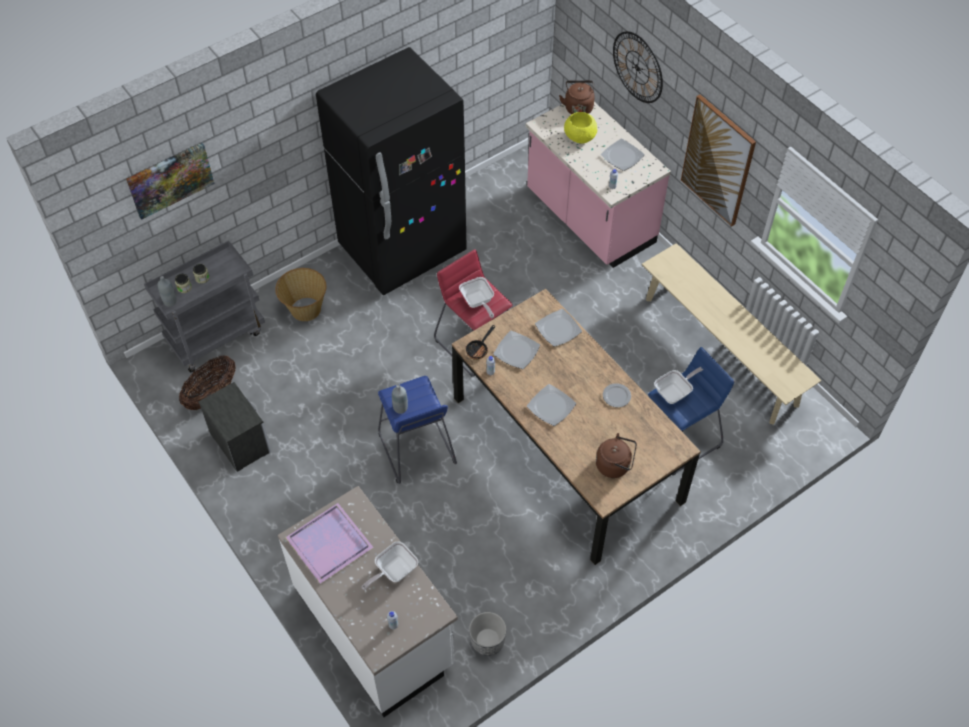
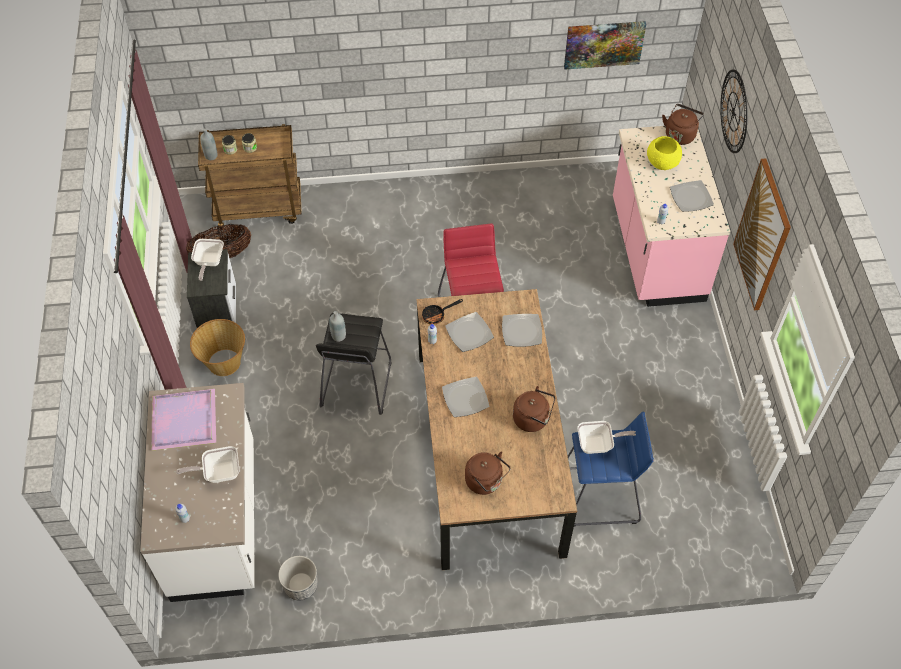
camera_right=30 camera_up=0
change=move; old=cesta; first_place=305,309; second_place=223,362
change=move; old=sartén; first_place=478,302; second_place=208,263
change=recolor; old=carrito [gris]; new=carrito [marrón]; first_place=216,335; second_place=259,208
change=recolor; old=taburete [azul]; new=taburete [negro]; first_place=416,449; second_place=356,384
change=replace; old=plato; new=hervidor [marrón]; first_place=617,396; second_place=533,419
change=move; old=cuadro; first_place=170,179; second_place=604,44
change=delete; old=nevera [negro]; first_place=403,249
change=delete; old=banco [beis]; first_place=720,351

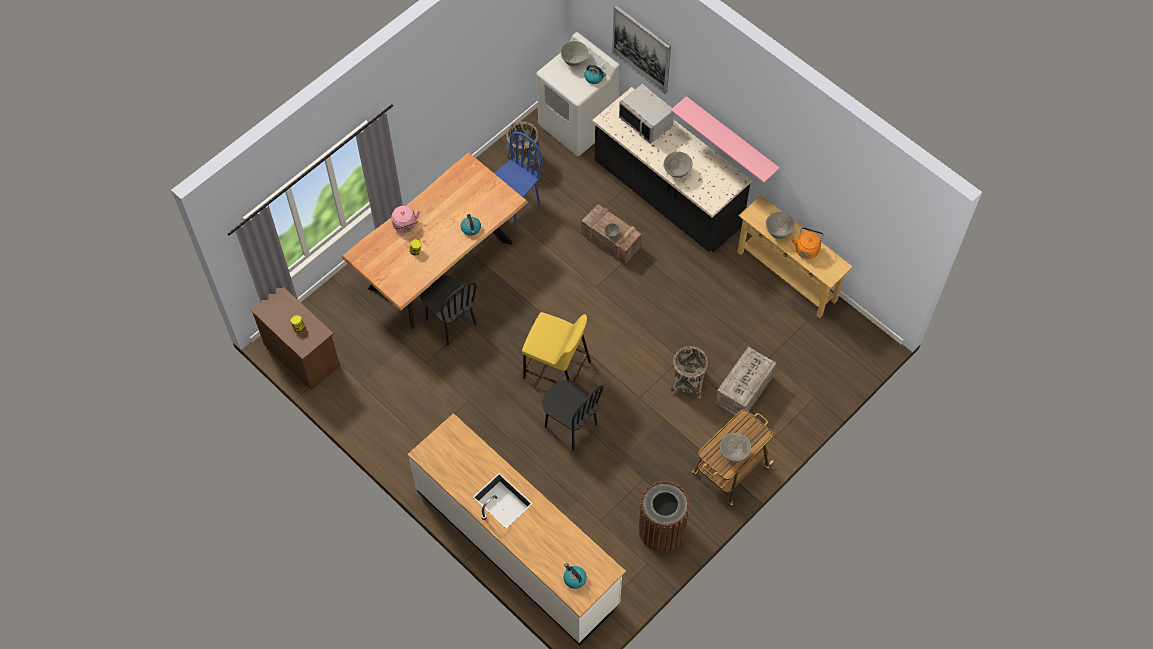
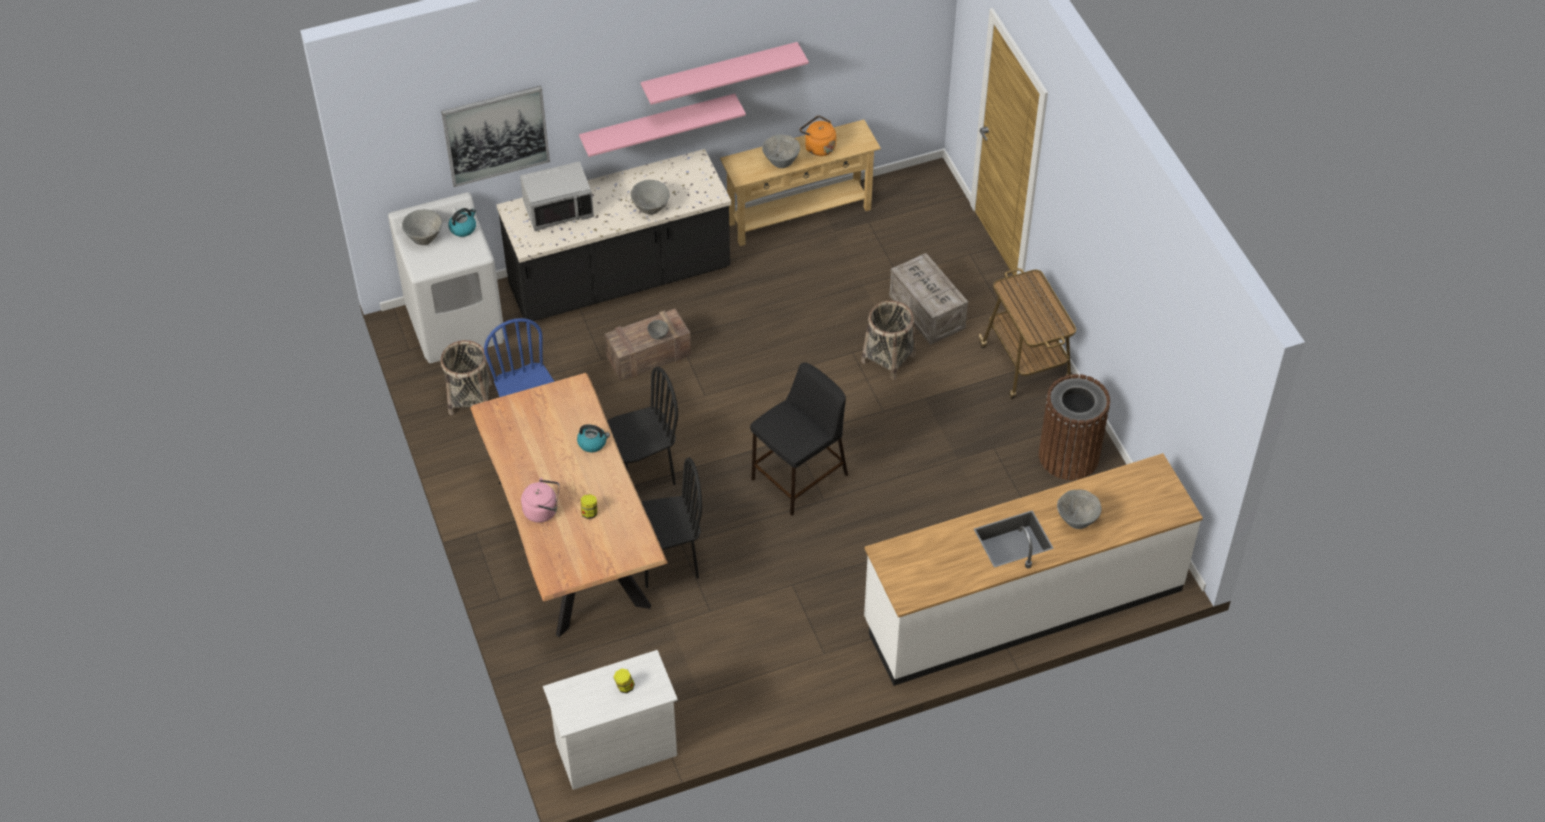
camera_right=-65 camera_up=-10
change=recolor; old=cómoda [marrón]; new=cómoda [blanco]; first_place=301,355; second_place=615,749
change=move; old=silla [negro]; first_place=570,426; second_place=642,474
change=insert; new=estante [rosa]; second_place=719,73
change=recolor; old=taburete [amarillo]; new=taburete [negro]; first_place=556,369; second_place=799,478
change=move; old=cuenco [gris]; first_place=733,453; second_place=1076,521
change=delete; old=hervidor; first_place=574,578

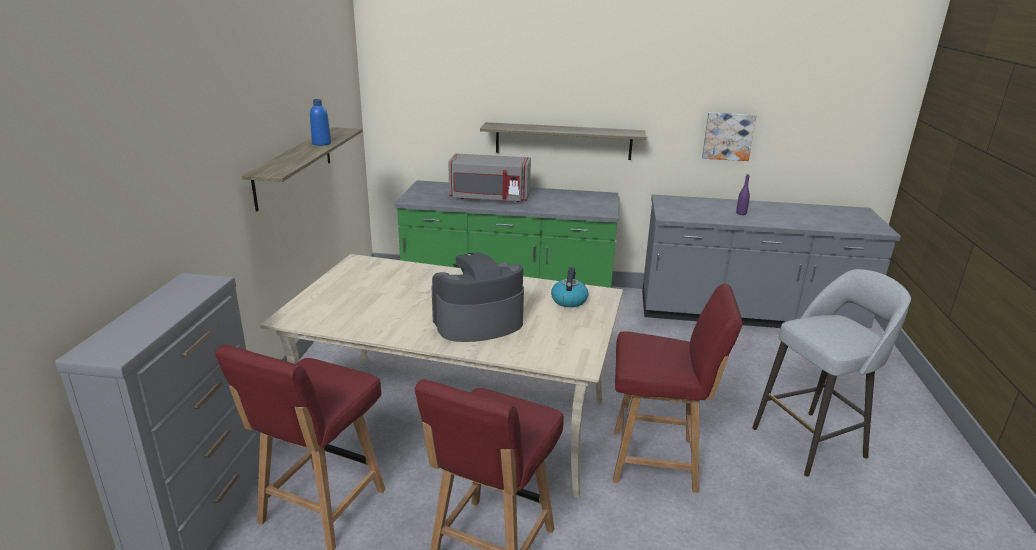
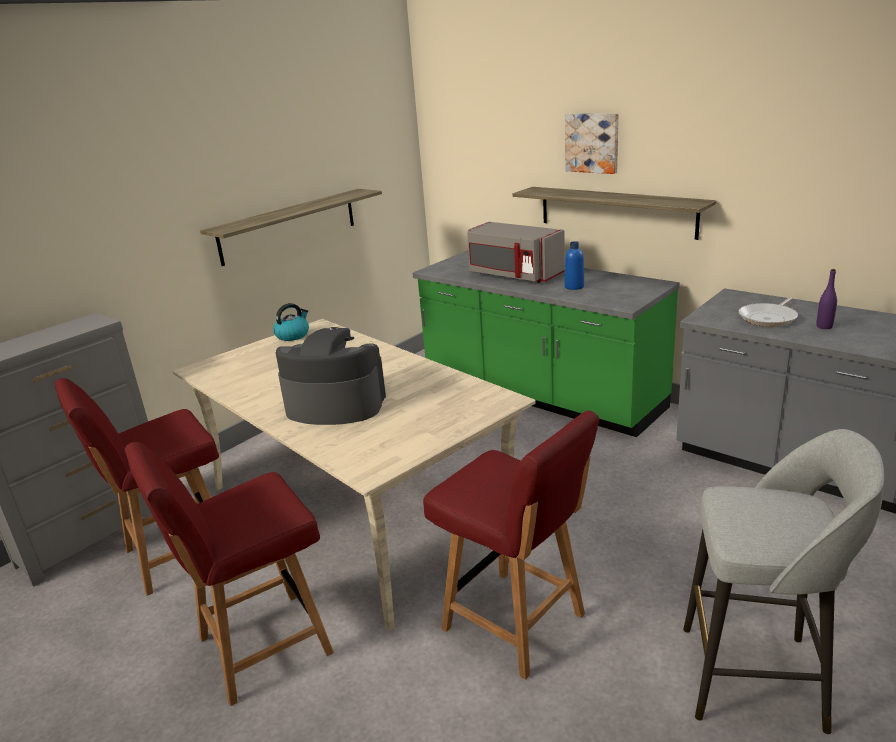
camera_right=35 camera_up=0
change=move; old=hervidor; first_place=569,300; second_place=293,335
change=move; old=botella [azul]; first_place=321,143; second_place=574,287
change=move; old=cuadro; first_place=728,136; second_place=592,142
change=insert; new=sartén; second_place=769,318

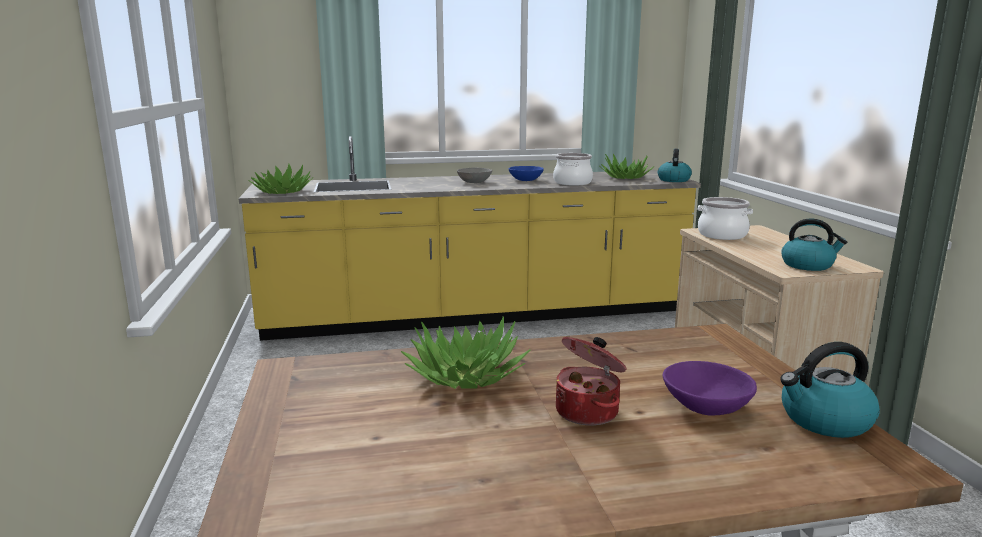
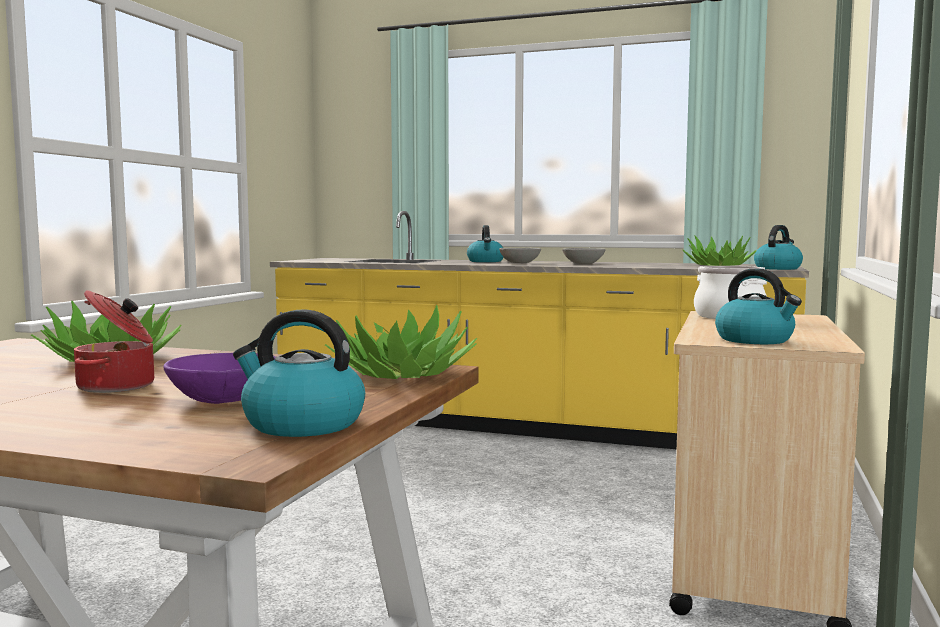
camera_right=30 camera_up=-10
change=move; old=planta en maceta; first_place=282,192; second_place=401,373
change=insert; new=hervidor; second_place=486,261
change=recolor; old=cuenco [azul]; new=cuenco [gris]; first_place=525,180; second_place=583,263
change=delete; old=olla; first_place=572,183

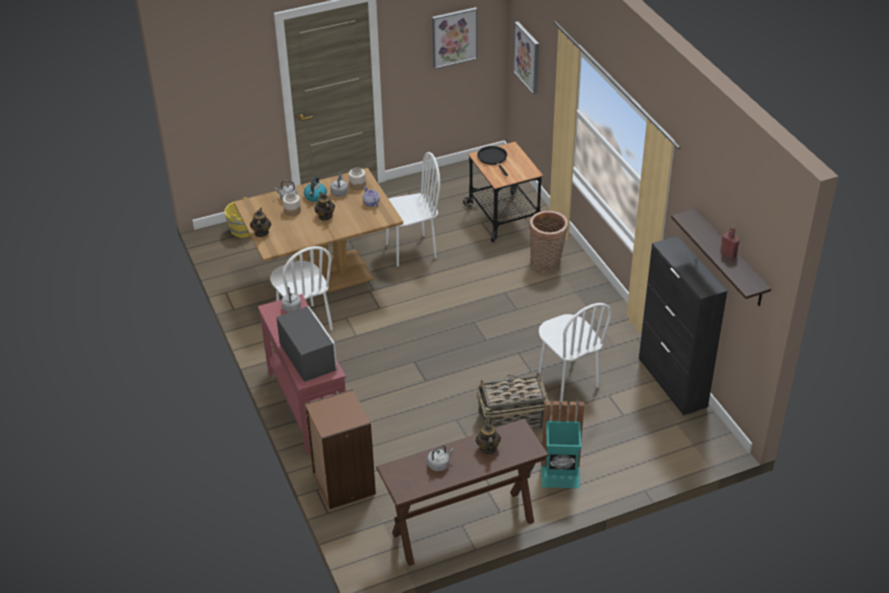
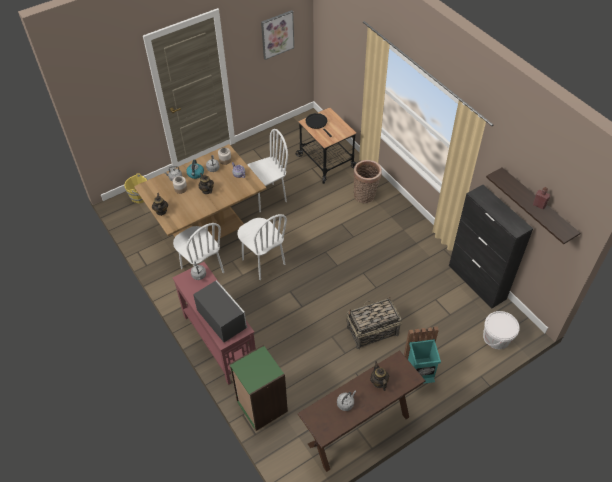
camera_right=-10 camera_up=10
change=recolor; old=estantería [marrón]; new=estantería [verde]; first_place=343,484; second_place=261,406
change=move; old=silla [blanco]; first_place=568,380; second_place=263,262
change=insert; new=cubo [blanco]; second_place=497,338
change=delete; old=cuadro; first_place=527,57

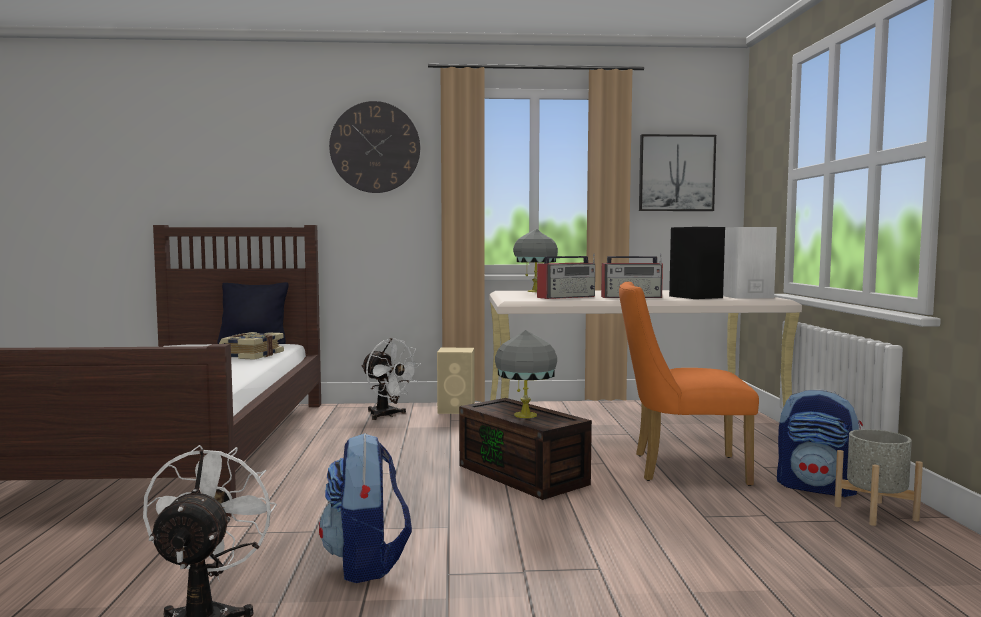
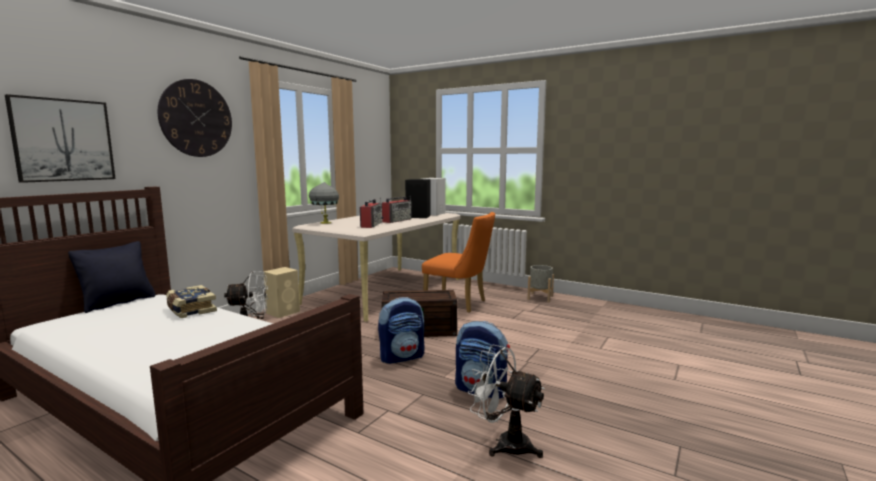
camera_right=-55 camera_up=5
change=move; old=cuadro; first_place=676,173; second_place=63,140
change=move; old=mochila; first_place=817,488; second_place=402,357
change=rotate; old=silla [naranja]; first_place=680,468; second_place=459,304; degrees=-105
change=delete; old=lámpara de mesa [gris]; first_place=526,415

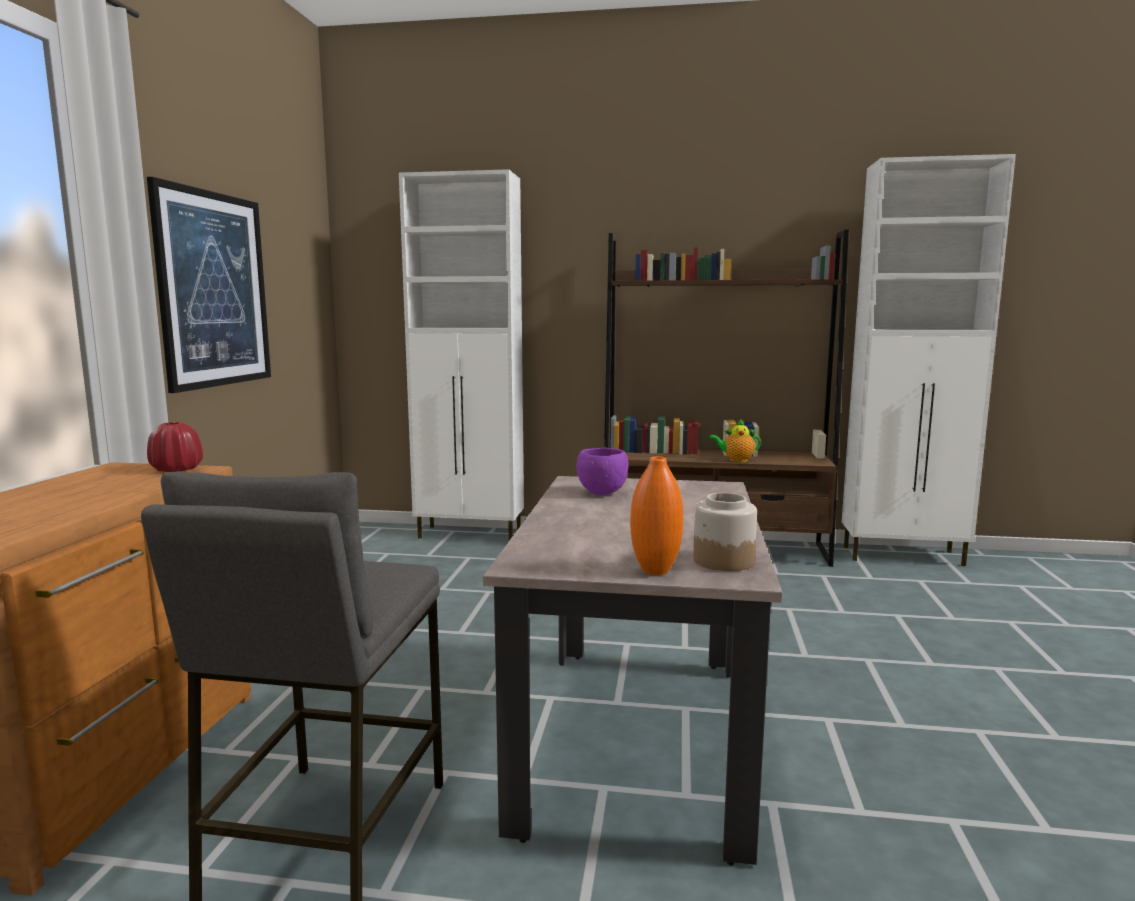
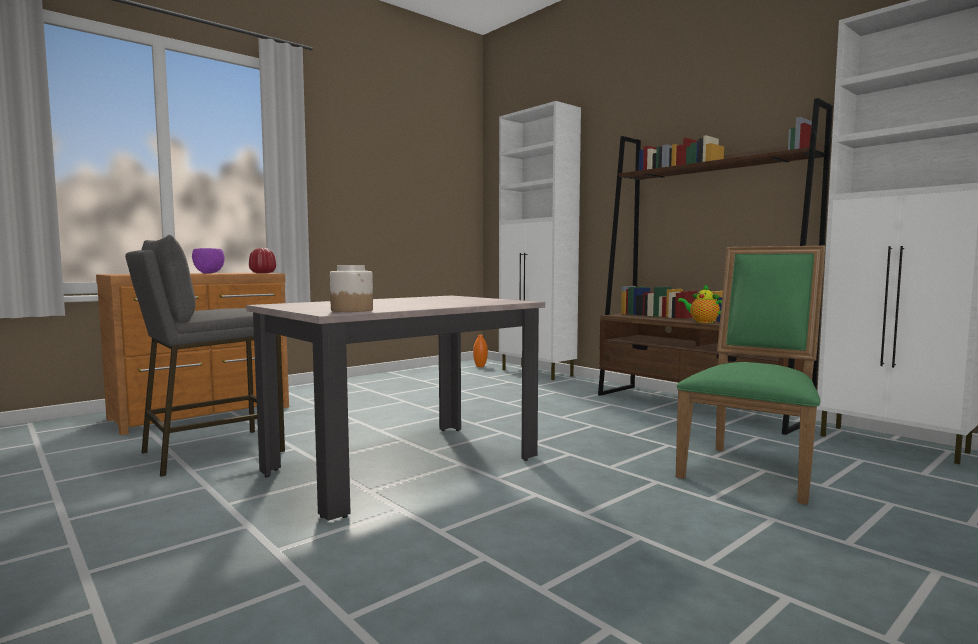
camera_right=40 camera_up=-5
change=move; old=cuenco [morado]; first_place=601,493; second_place=209,273
change=move; old=florero [naranja]; first_place=655,570; second_place=480,366
change=insert; new=silla [verde]; second_place=752,469
change=delete; old=cuadro; first_place=214,290

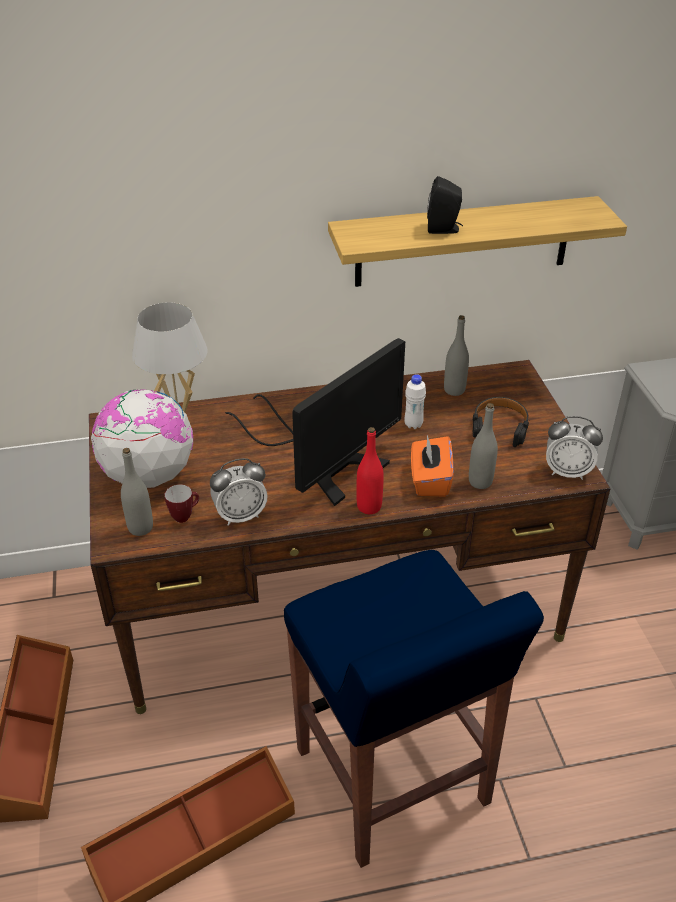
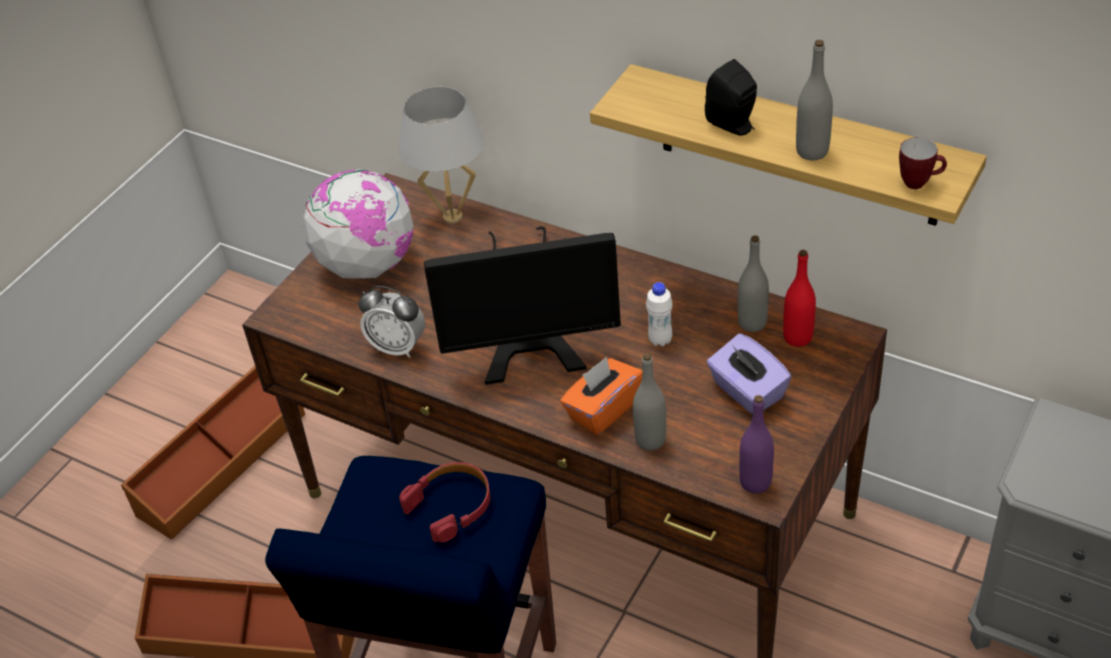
camera_right=45 camera_up=5
change=insert; new=auriculares [rojo]; second_place=451,506
change=replace; old=auriculares [negro]; new=caja de pañuelos [morado]; first_place=499,427; second_place=747,391
change=replace; old=despertador; new=botella [morado]; first_place=567,472; second_place=755,482
change=move; old=botella [rojo]; first_place=369,506; second_place=797,337
change=move; old=botella [gris]; first_place=140,528; second_place=812,151
change=move; old=taza grande; first_place=185,516; second_place=919,183

